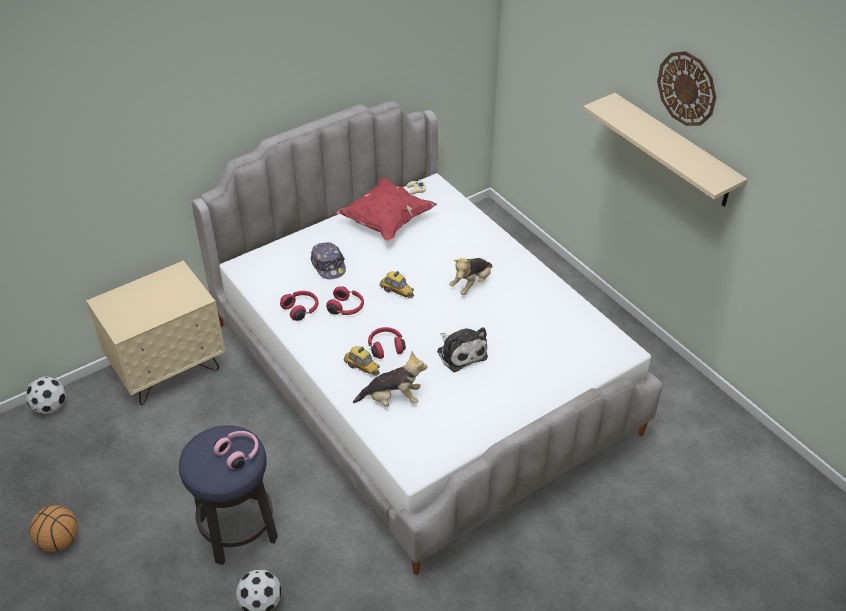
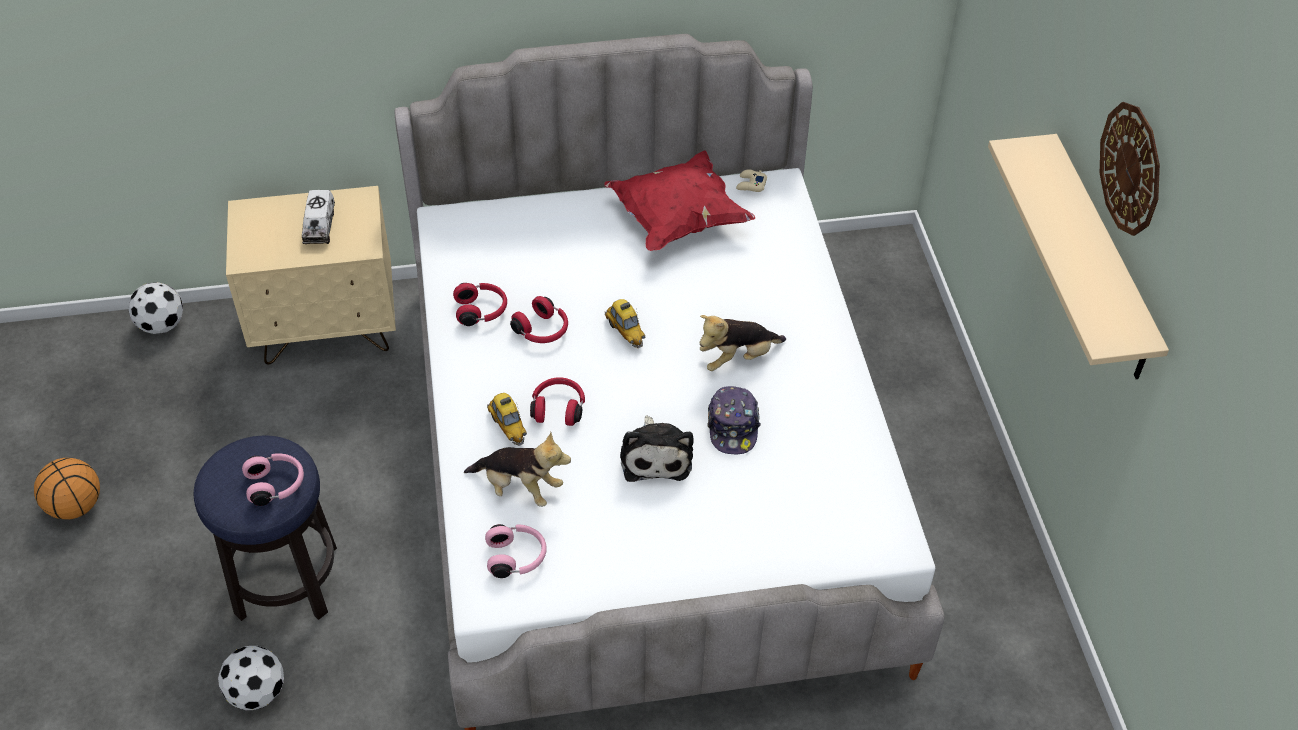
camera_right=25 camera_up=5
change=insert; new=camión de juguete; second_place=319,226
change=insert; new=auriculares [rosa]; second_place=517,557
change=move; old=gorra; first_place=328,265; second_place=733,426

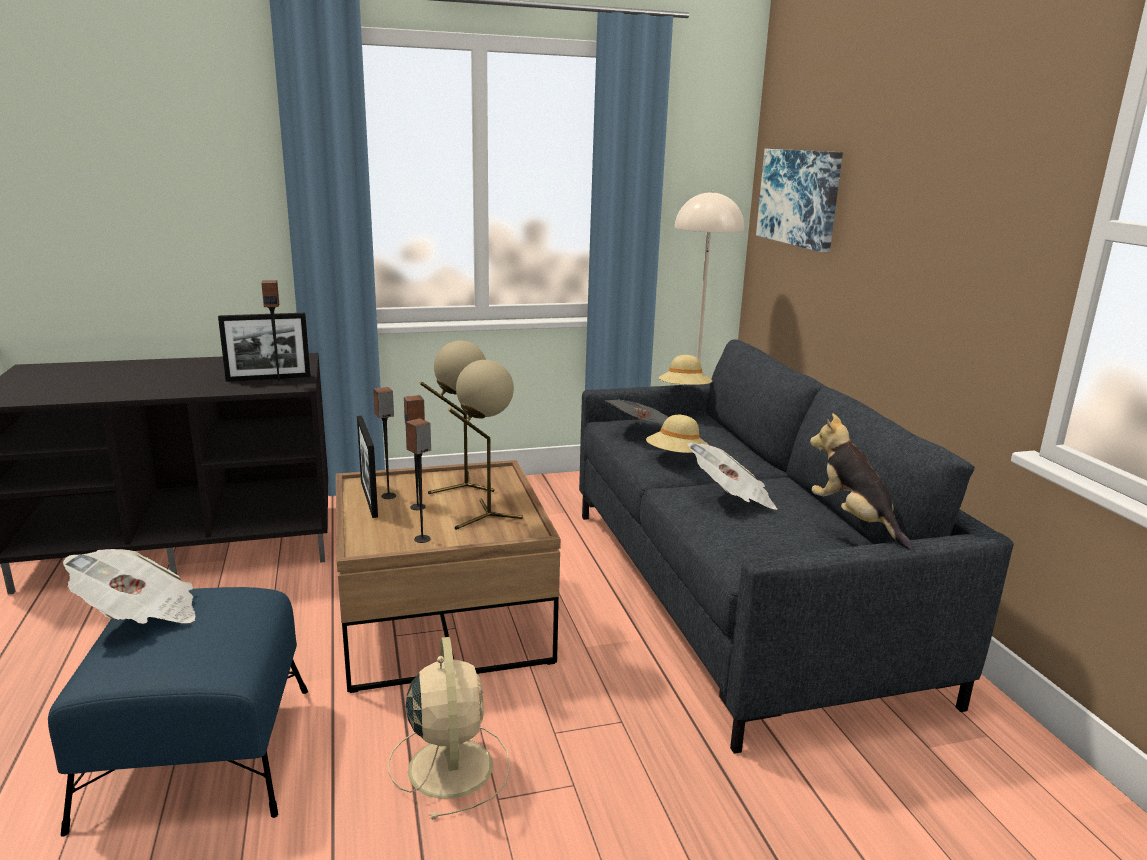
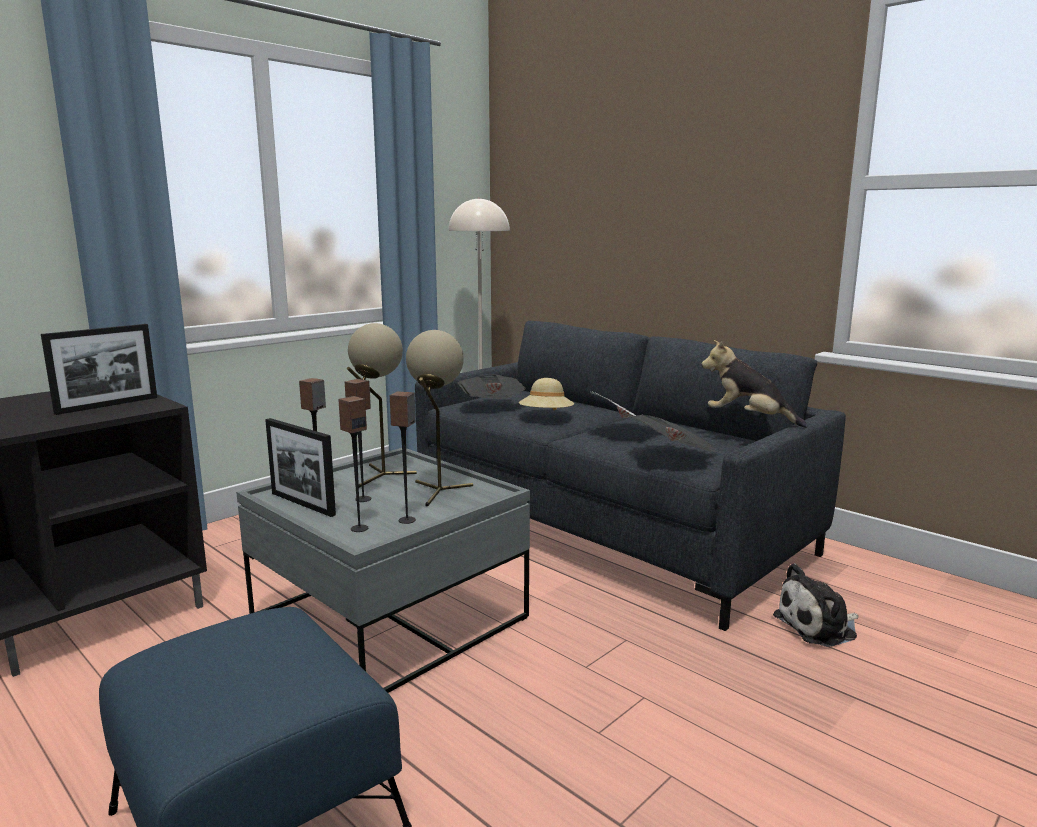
camera_right=-30 camera_up=-5
change=recolor; old=mesa de centro [marrón]; new=mesa de centro [gris]; first_place=443,621; second_place=390,618
change=move; old=altavoz; first_place=279,383; second_place=359,528
change=move; old=periódico; first_place=140,614; second_place=676,457
change=insert; new=peluche; second_place=819,626
change=delete; old=ventilador [beis]; first_place=450,764
change=delete; old=sombrero [beis]; first_place=684,392
change=delete; old=cuadro; first_place=800,197

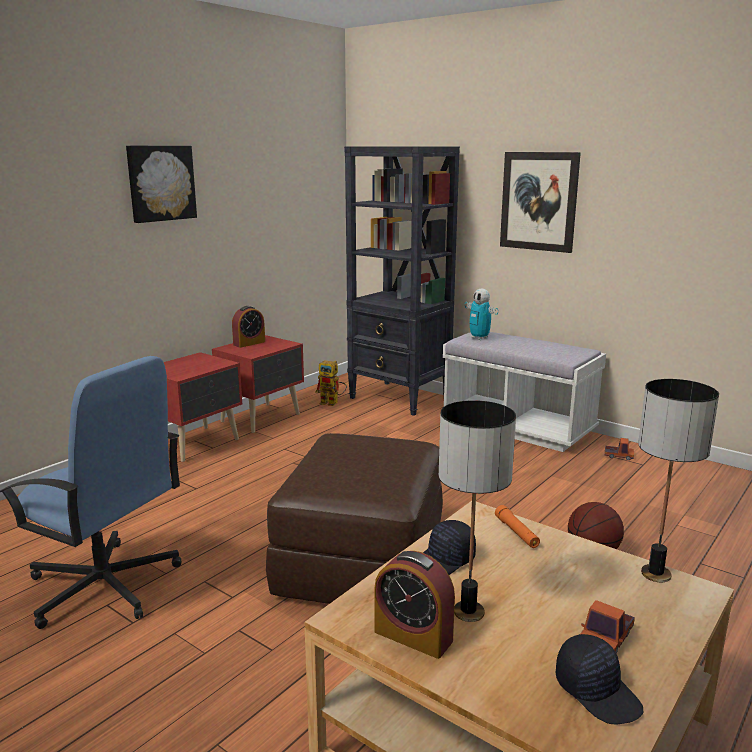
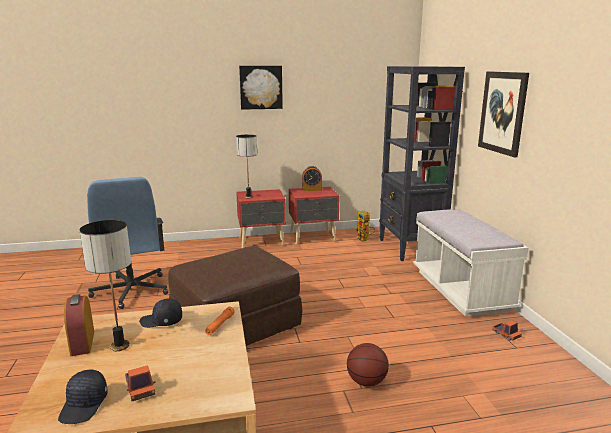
camera_right=40 camera_up=0
change=rotate; old=camión de juguete; first_place=606,638; second_place=140,389; degrees=-105
change=move; old=lámpara de mesa; first_place=655,574; second_place=248,197
change=delete; old=robot de juguete; first_place=479,338

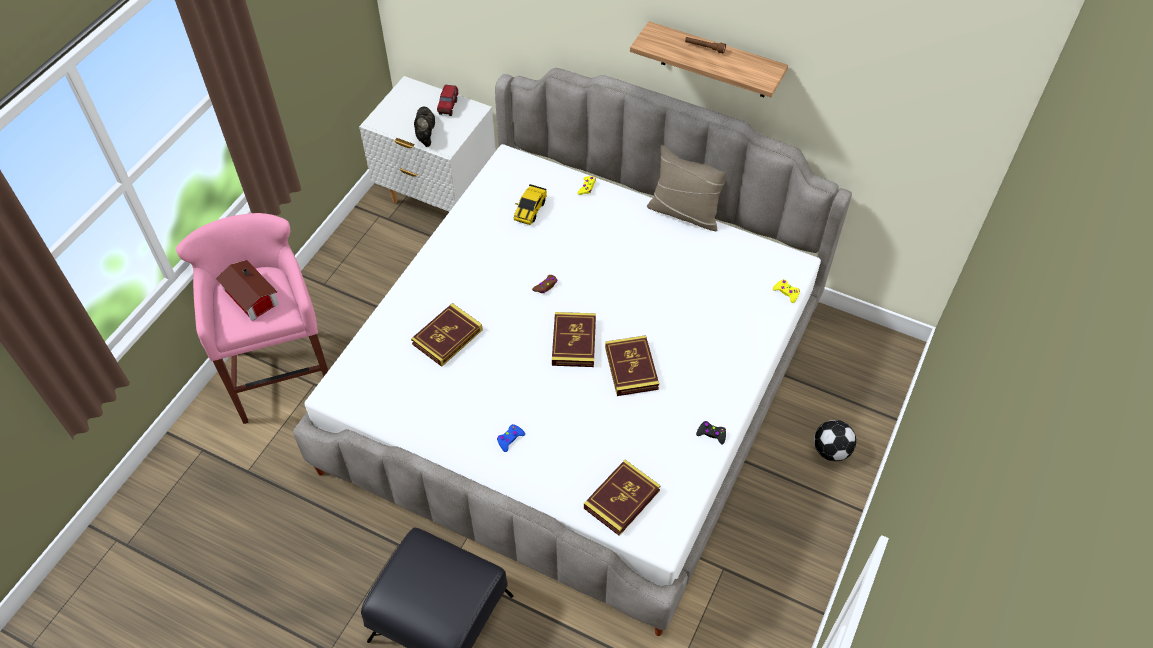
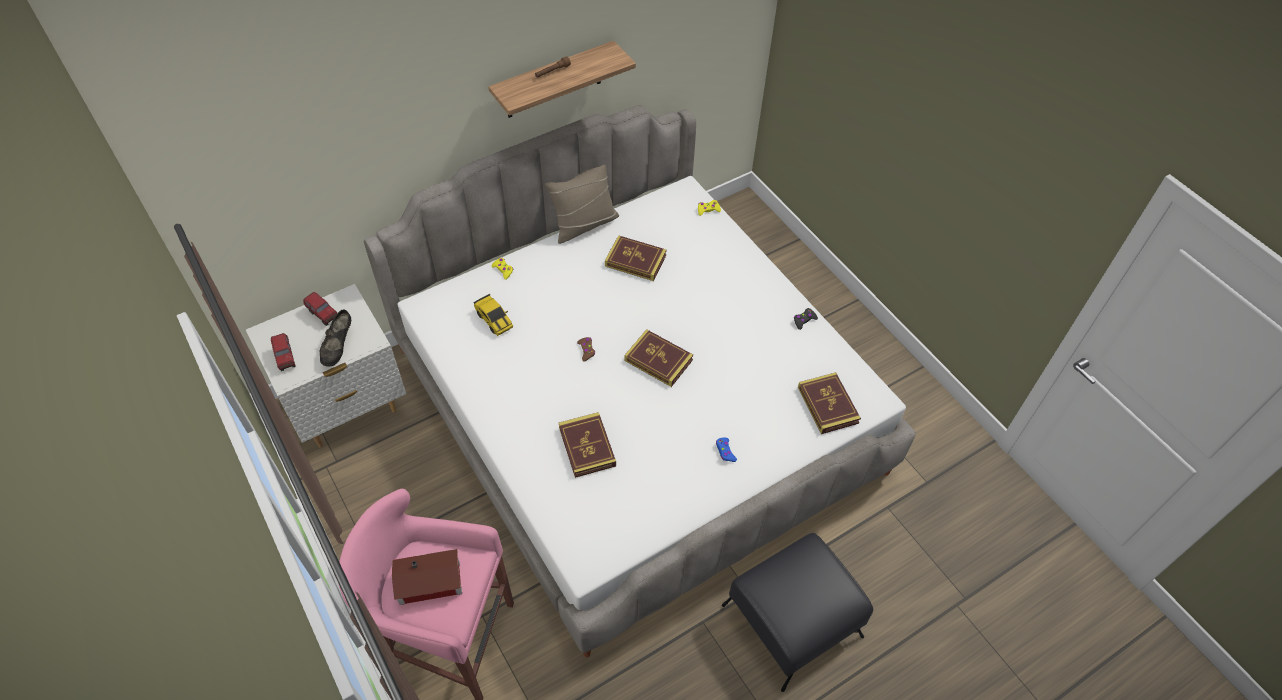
camera_right=-60 camera_up=0
change=insert; new=camión de juguete; second_place=286,358
change=rotate; old=zapato [negro]; first_place=425,132; second_place=338,347; degrees=-105
change=move; old=libro; first_place=631,368; second_place=635,260
change=delete; old=balón de fútbol; first_place=830,450

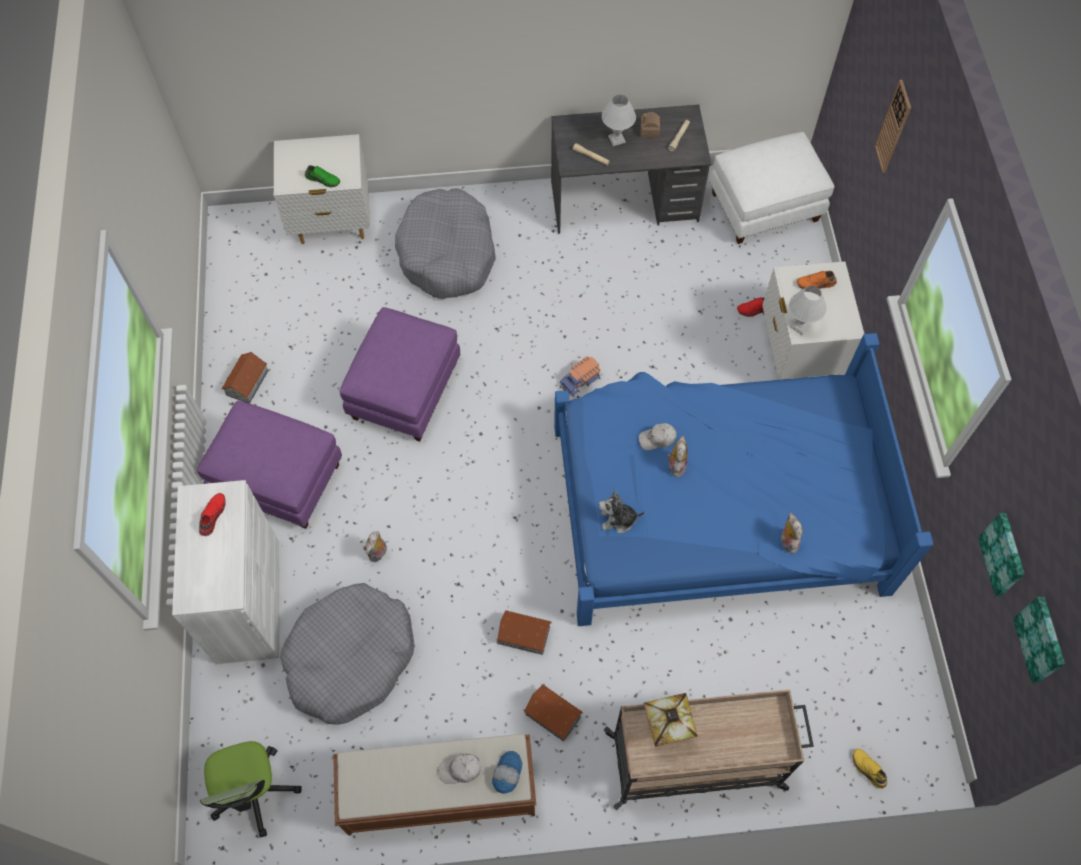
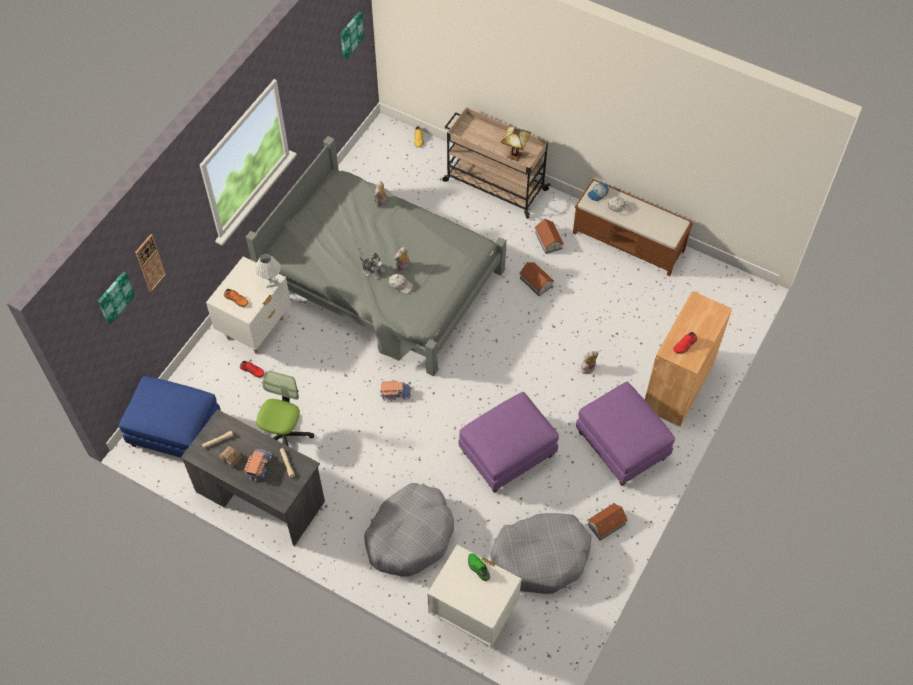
camera_right=-145 camera_up=-5
change=move; old=cuadro; first_place=1004,554; second_place=114,297
change=recolor; old=puf [blanco]; new=puf [azul]; first_place=764,208; second_place=176,431
change=replace; old=lámpara de mesa [blanco]; new=camión de juguete; first_place=617,139; second_place=258,466
change=recolor; old=cama [azul]; new=cama [gris]; first_place=714,506; second_place=382,281
change=move; old=silla de oficina; first_place=255,792; second_place=284,435
change=move; old=peluche; first_place=618,519; second_place=373,270
change=move; old=cama para perro [gris]; first_place=350,658; second_place=541,557
change=recolor; old=armario [blanco]; new=armario [marrón]; first_place=248,601; second_place=678,386

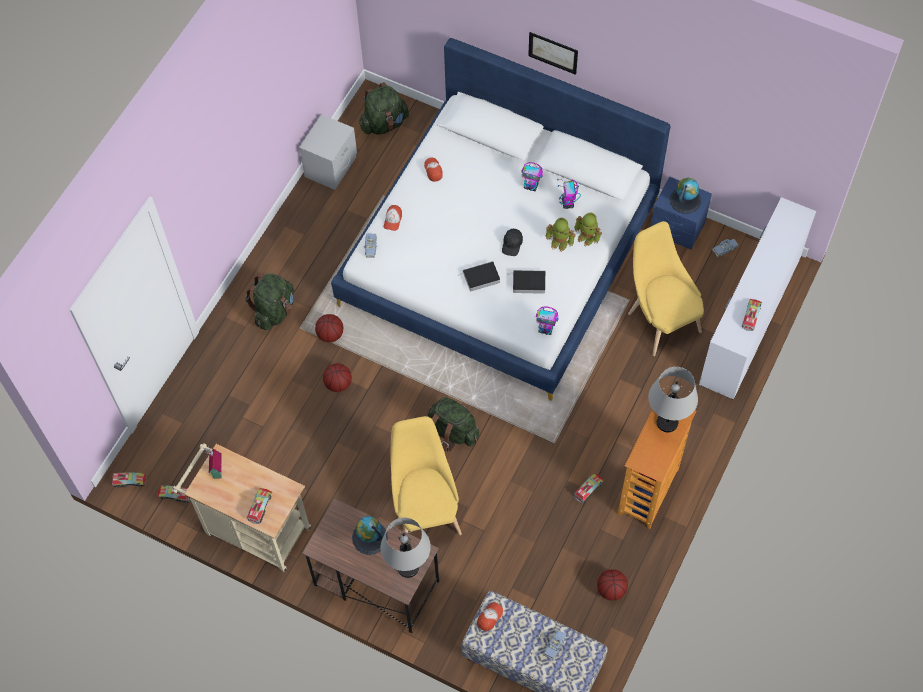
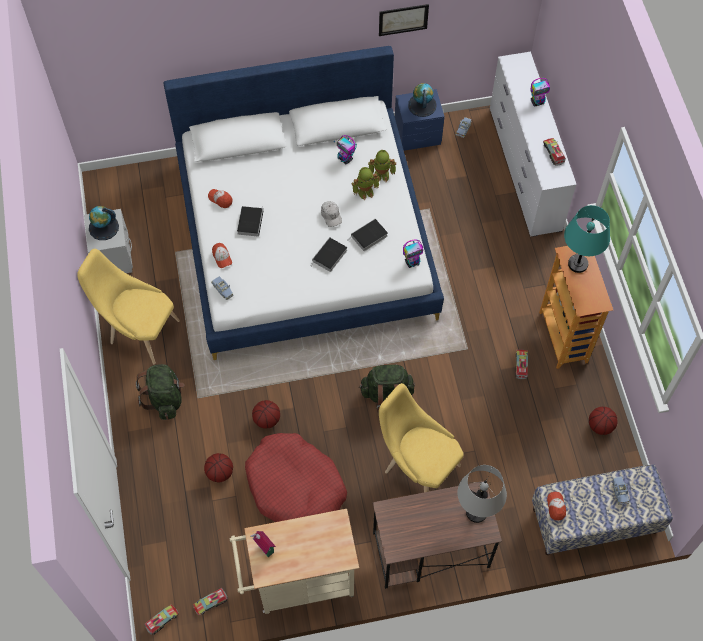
camera_right=-40 camera_up=0
change=move; old=silla [amarillo]; first_place=660,319; second_place=140,331
change=move; old=globo terráqueo; first_place=369,538; second_place=103,227
change=move; old=balón de baloncesto; first_place=330,335; second_place=220,472
change=insert; new=libro; second_place=250,221
change=insert; new=cama para perro [rojo]; second_place=295,487
change=recolor; old=gorra [negro]; new=gorra [blanco]; first_place=512,244; second_place=331,215
change=move; old=cuadro; first_place=553,52; second_place=403,19
change=move; old=robot de juguete; first_place=531,186; second_place=537,102
change=recolor; old=lámpara de mesa [gris]; new=lámpara de mesa [turquesa]; first_place=667,422; second_place=578,264
change=delete; old=camión de juguete; first_place=260,507
change=delete; old=mochila [verde]; first_place=384,123

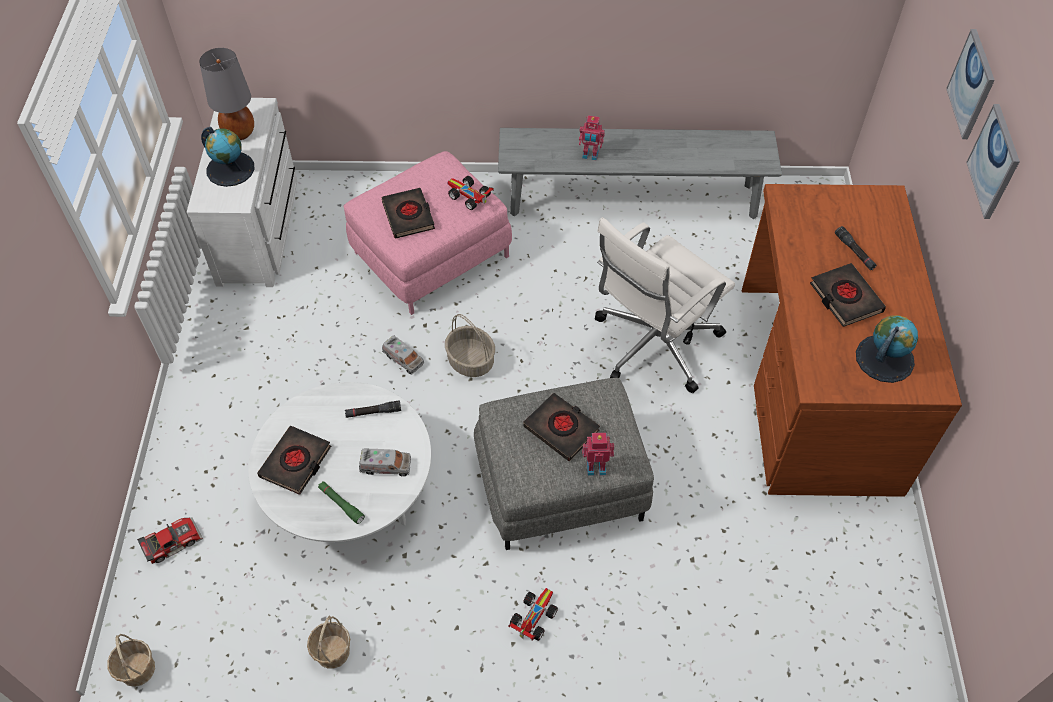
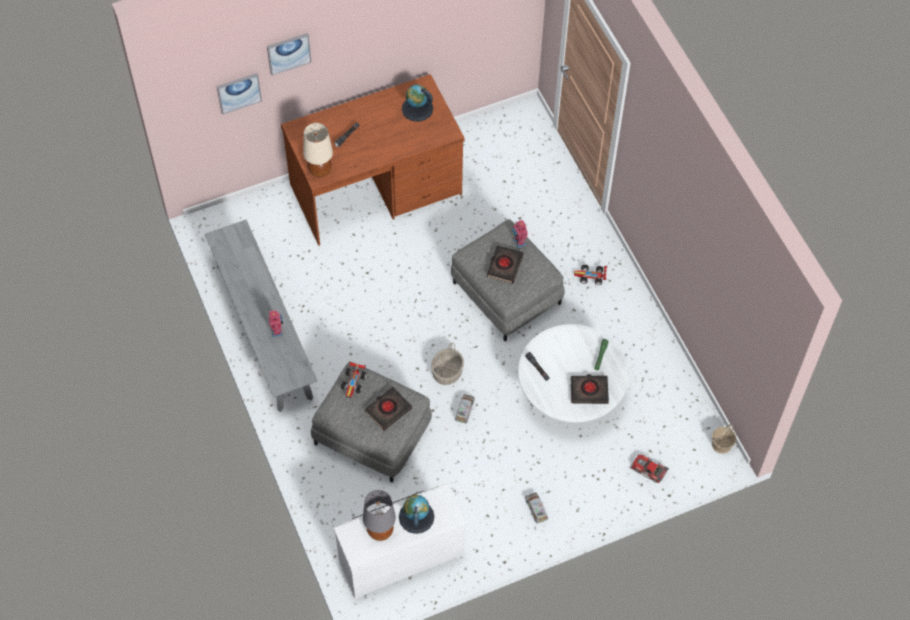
camera_right=-115 camera_up=5
change=move; old=cuadro; first_place=994,162; second_place=239,92
change=insert; new=lámpara de mesa [beis]; second_place=320,170
change=recolor; old=puf [rosa]; new=puf [gris]; first_place=431,254; second_place=371,433
change=move; old=camión de juguete; first_place=385,466; second_place=536,509
change=delete; old=cesta; first_place=332,652
change=delete; old=silla de oficina [blanco]; first_place=653,345
change=delete; old=libro [negro]; first_place=845,298

